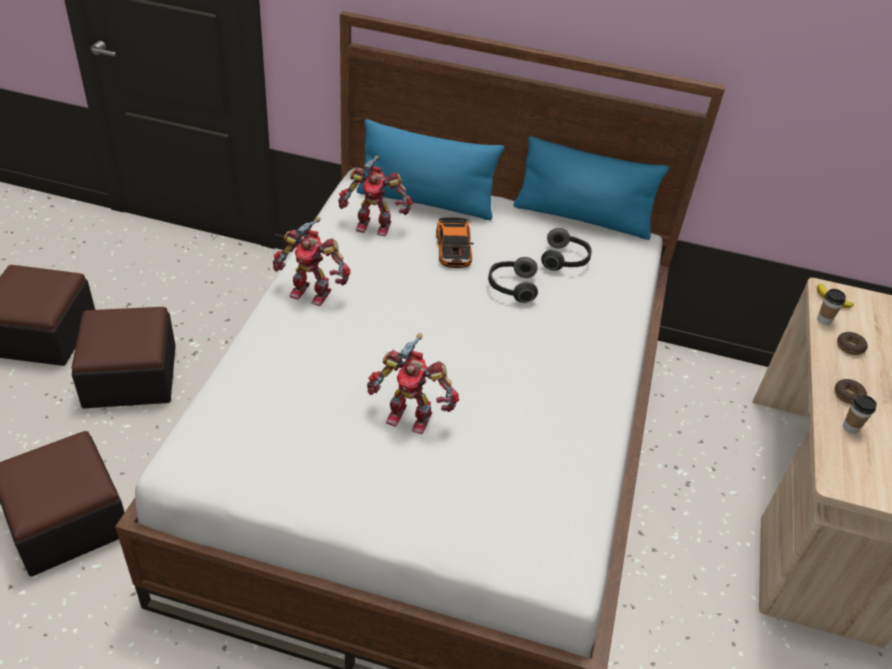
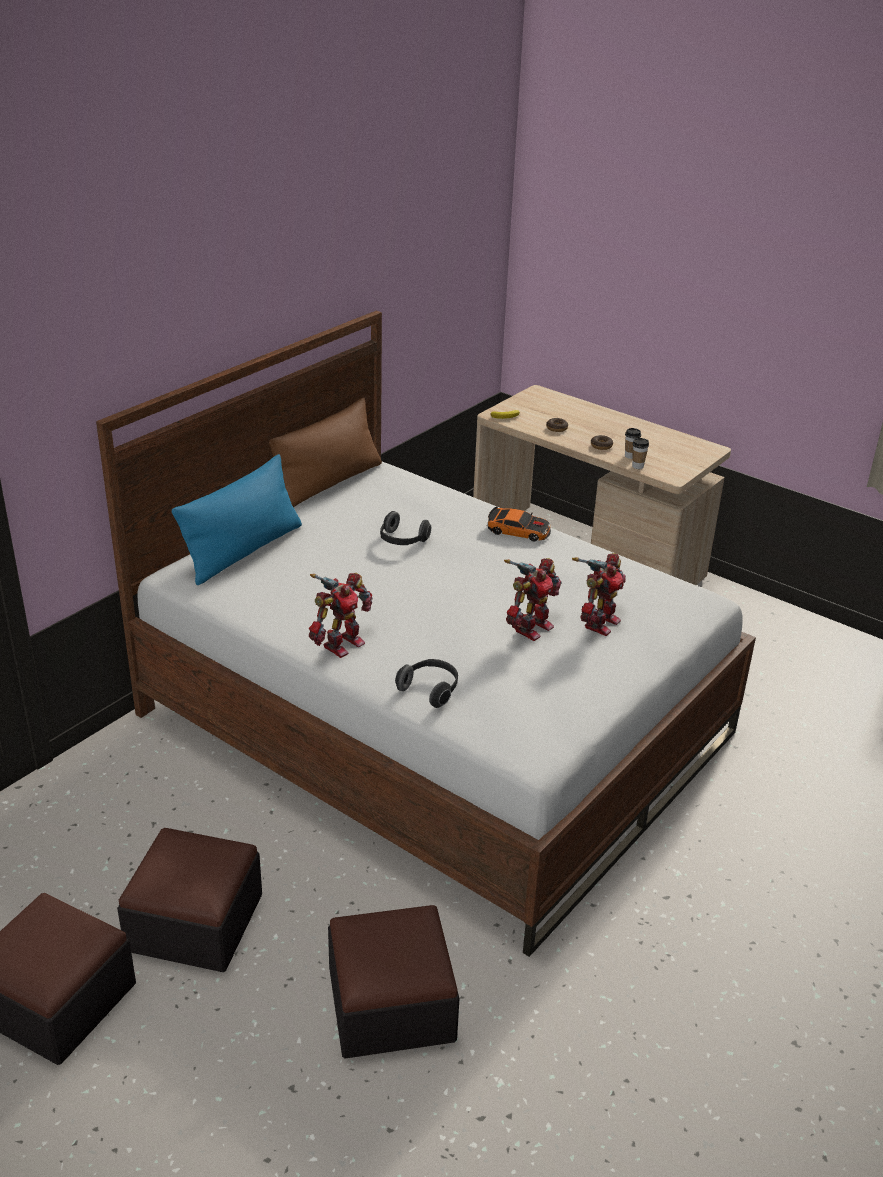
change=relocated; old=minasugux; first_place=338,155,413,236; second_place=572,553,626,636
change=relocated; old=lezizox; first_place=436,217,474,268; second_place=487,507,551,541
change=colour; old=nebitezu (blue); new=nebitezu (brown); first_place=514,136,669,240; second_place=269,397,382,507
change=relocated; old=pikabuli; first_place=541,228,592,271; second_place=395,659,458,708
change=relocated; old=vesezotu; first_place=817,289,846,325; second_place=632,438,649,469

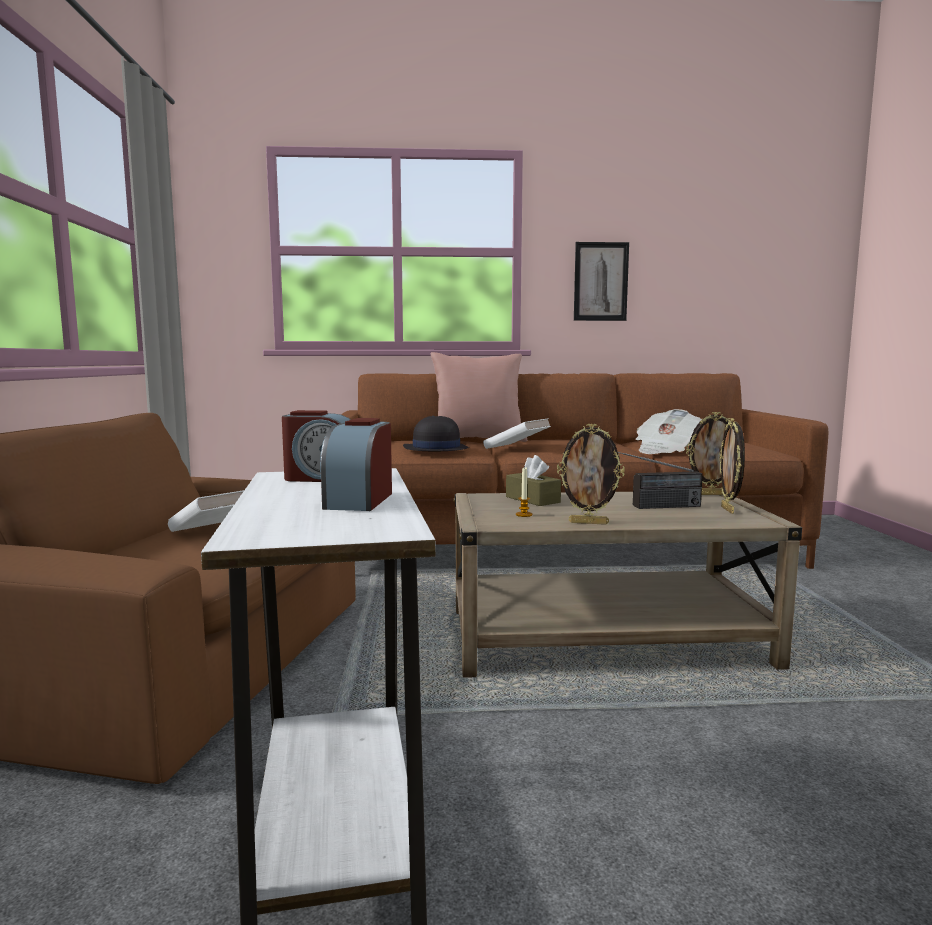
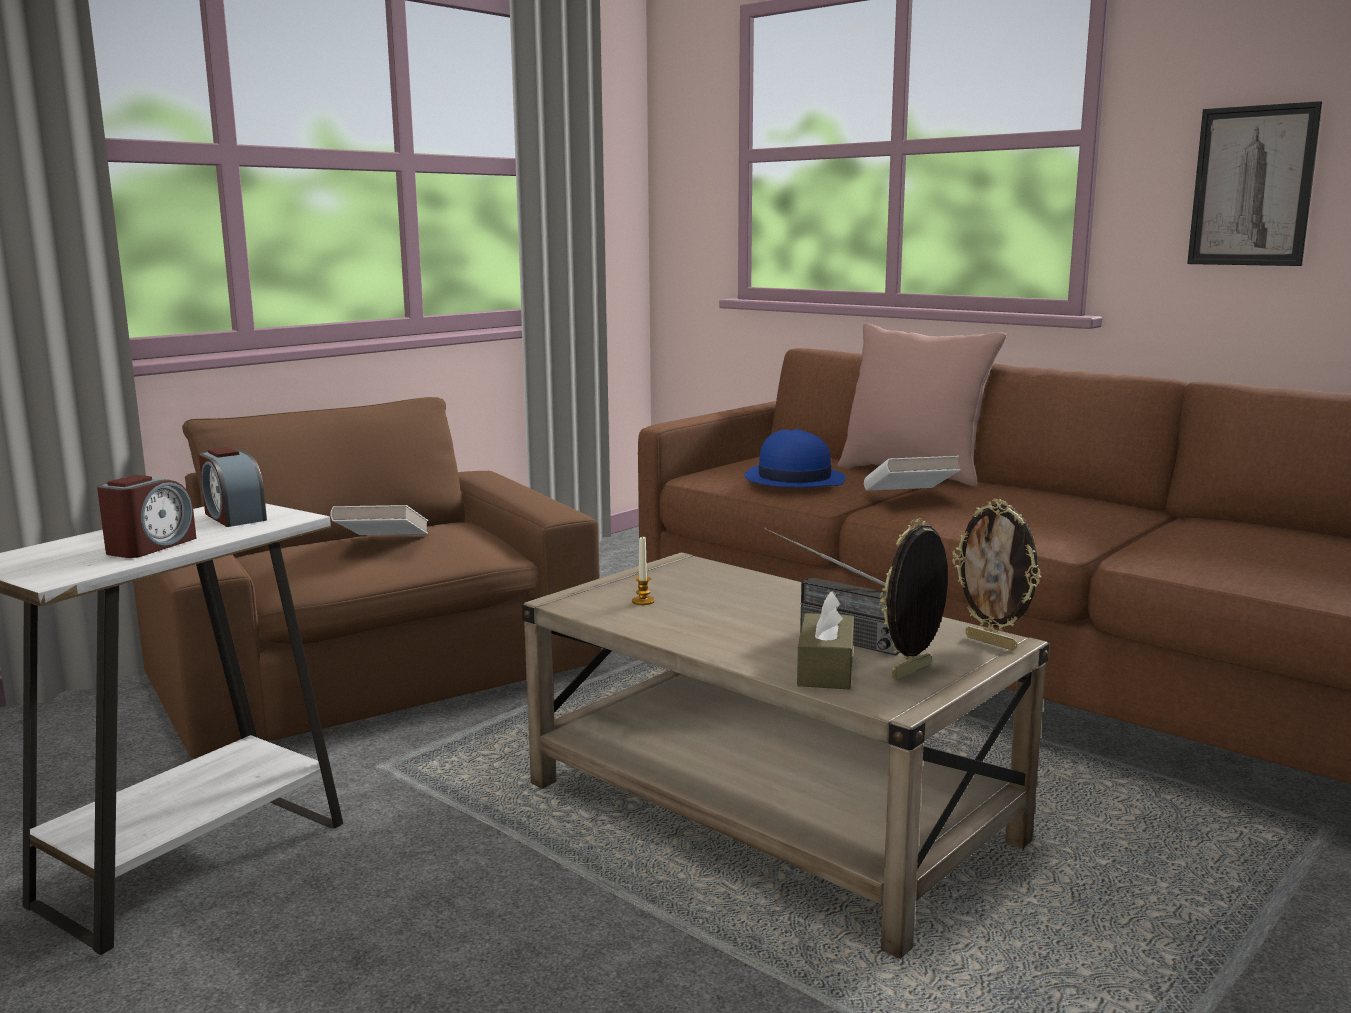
change=spun; old=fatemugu; first_place=320,418,392,511; second_place=97,475,197,558; degrees=150
change=colour; old=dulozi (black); new=dulozi (blue); first_place=403,416,470,451; second_place=744,429,846,488
change=relocated; old=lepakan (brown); first_place=506,455,561,506; second_place=797,591,854,689
change=missing; old=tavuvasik; first_place=557,424,625,525
change=missing; old=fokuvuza; first_place=636,409,702,454

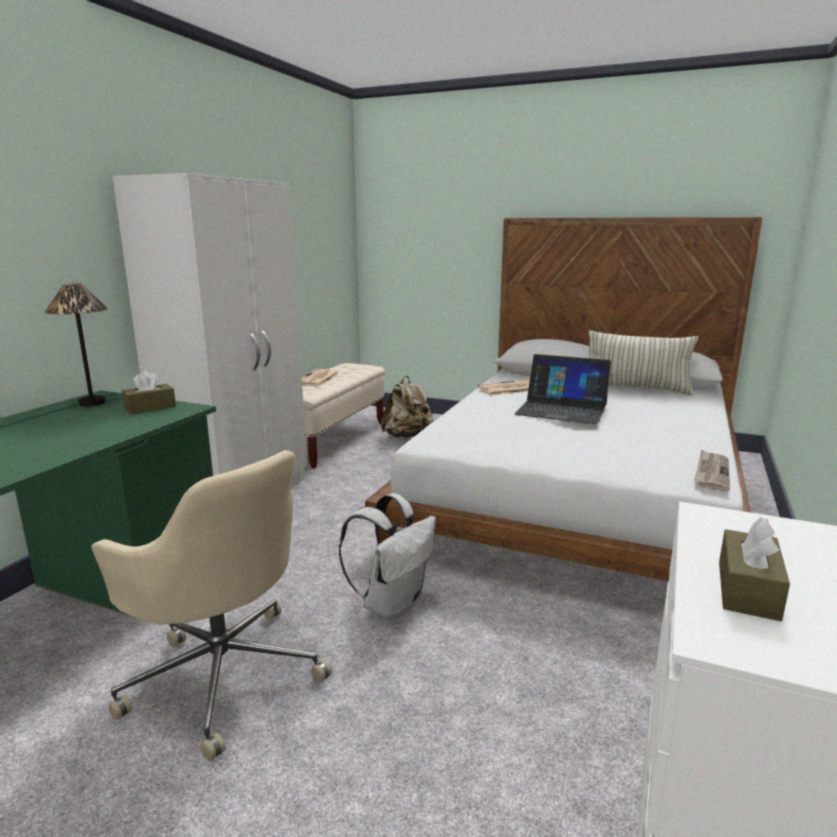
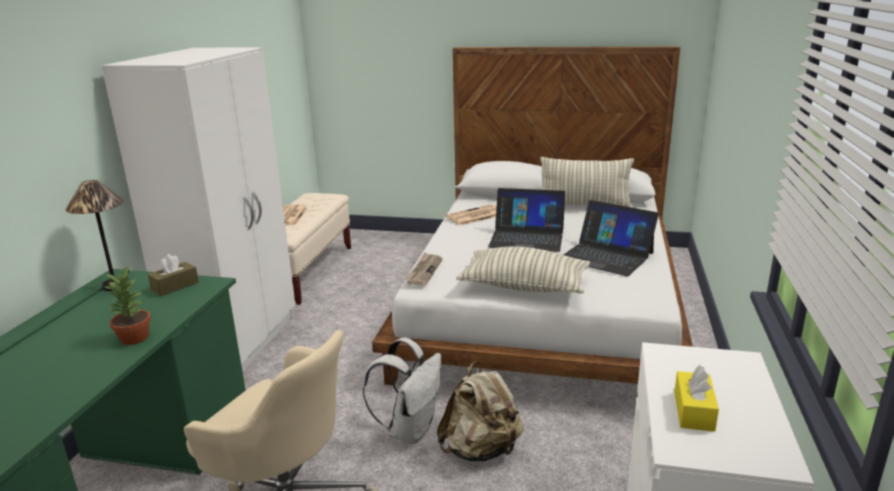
change=relocated; old=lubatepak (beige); first_place=381,376,434,438; second_place=437,361,524,461
change=relocated; old=fokuvuza; first_place=694,449,730,491; second_place=404,253,443,286
change=colour; old=lepakan (brown); new=lepakan (yellow); first_place=719,517,790,621; second_place=674,365,719,432
change=appeared; new=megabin; second_place=104,265,151,345
change=appeared; new=nebitezu; second_place=456,246,590,294
change=appeared; new=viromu; second_place=564,200,659,276

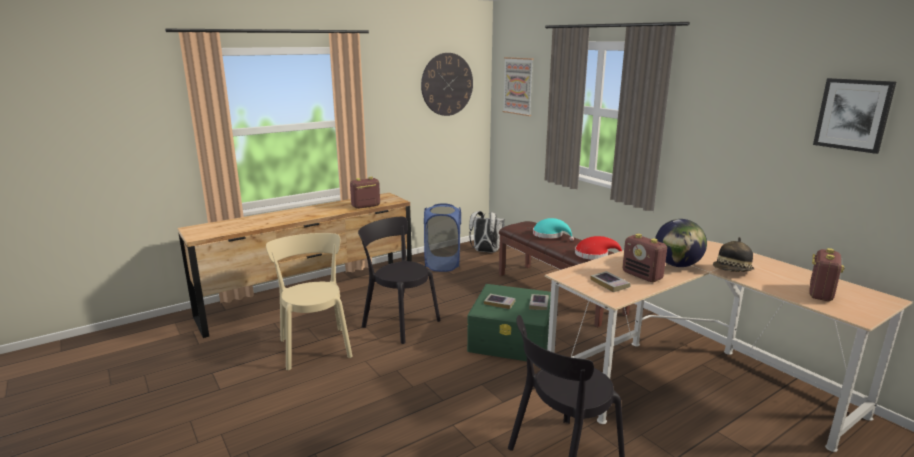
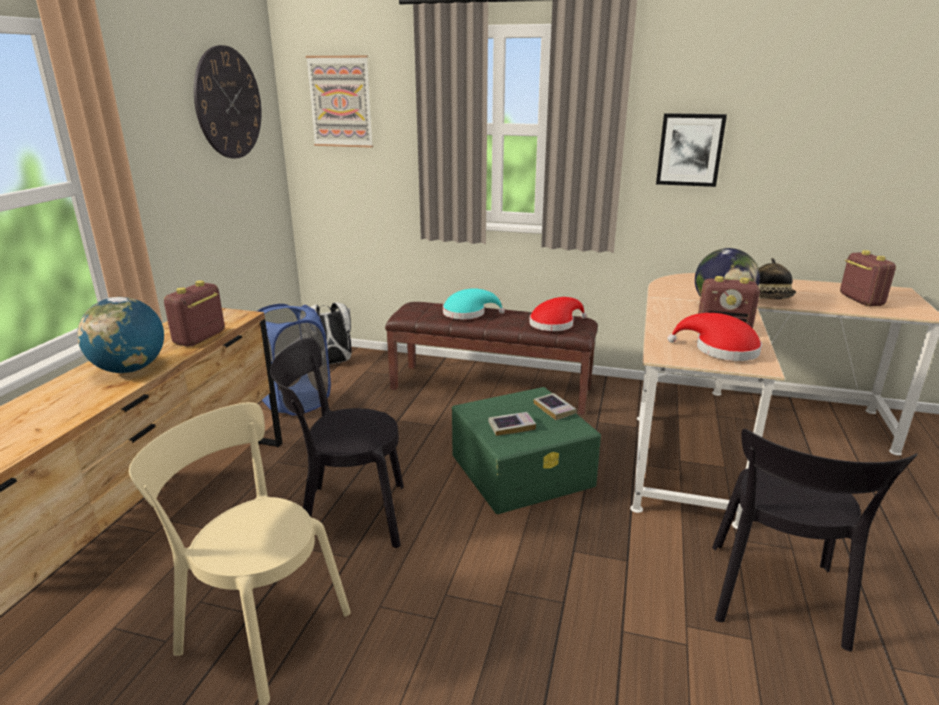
change=exchanged; old=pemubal; new=dulozi (red); first_place=591,271,631,292; second_place=667,313,762,361
change=relocated; old=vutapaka; first_place=813,78,896,154; second_place=656,113,727,187
change=appeared; new=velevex; second_place=77,297,164,373

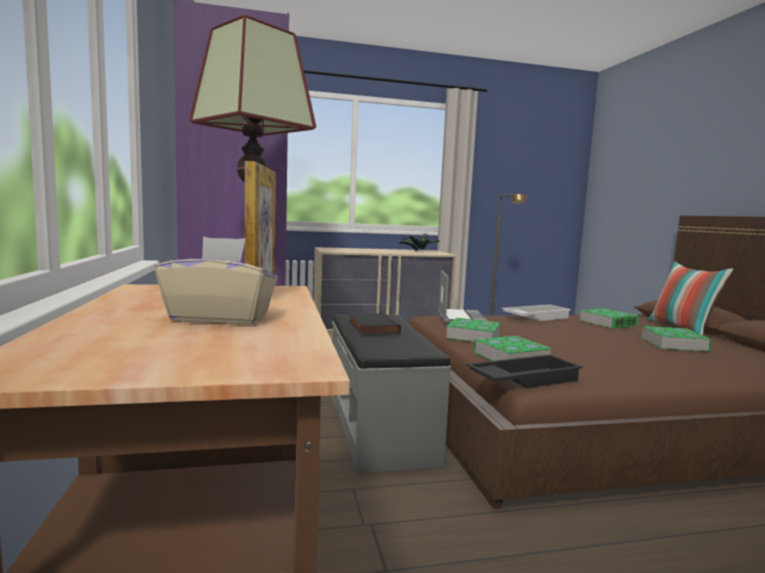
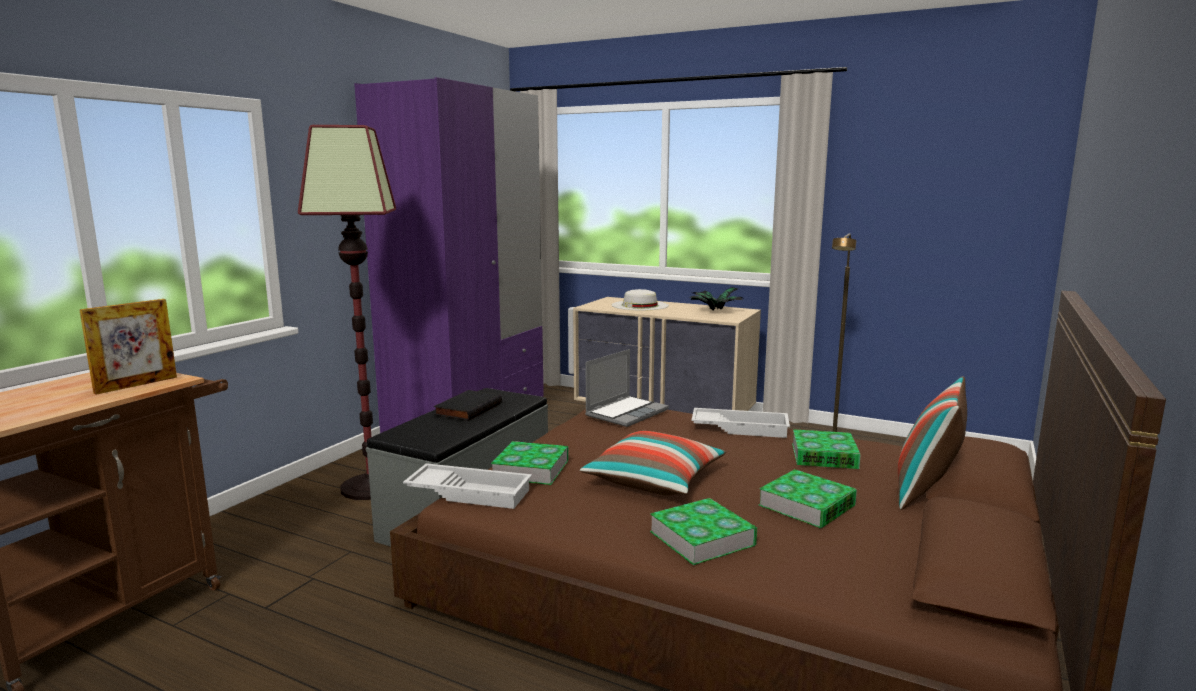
change=missing; old=lepakan (beige); first_place=155,237,278,324
change=relocated; old=pemubal; first_place=446,318,501,342; second_place=650,498,757,565
change=colour; old=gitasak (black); new=gitasak (white); first_place=466,355,583,388; second_place=403,463,532,509
change=appeared; new=nebitezu; second_place=580,431,726,495
change=appeared; new=dulozi (white); second_place=612,289,669,311

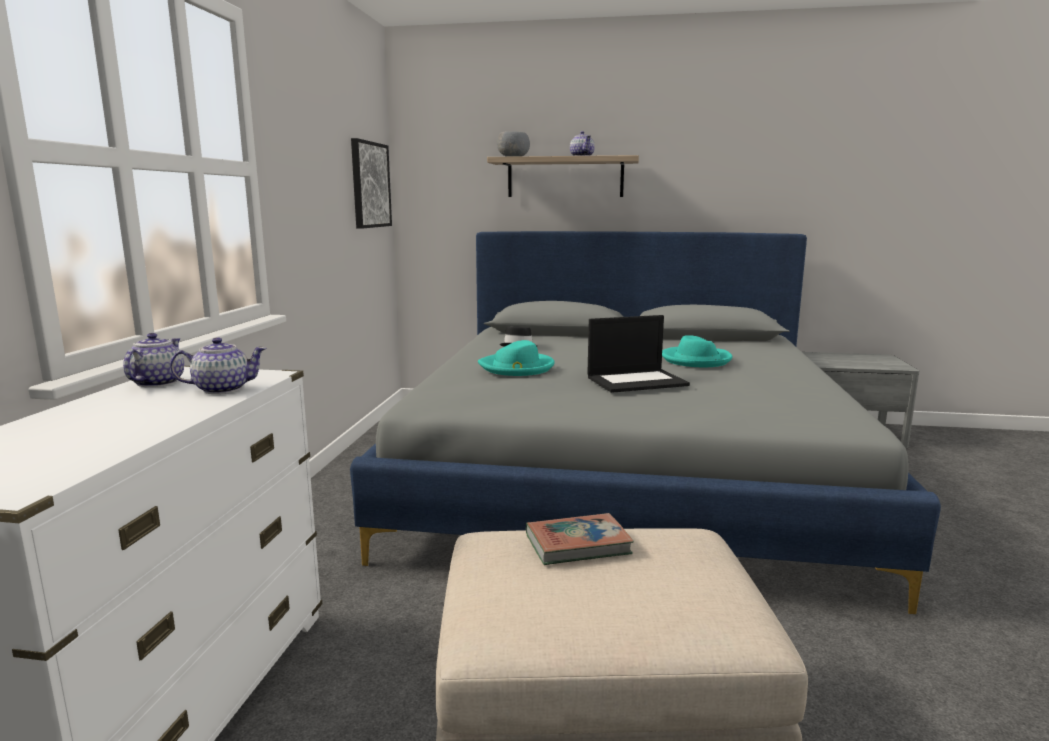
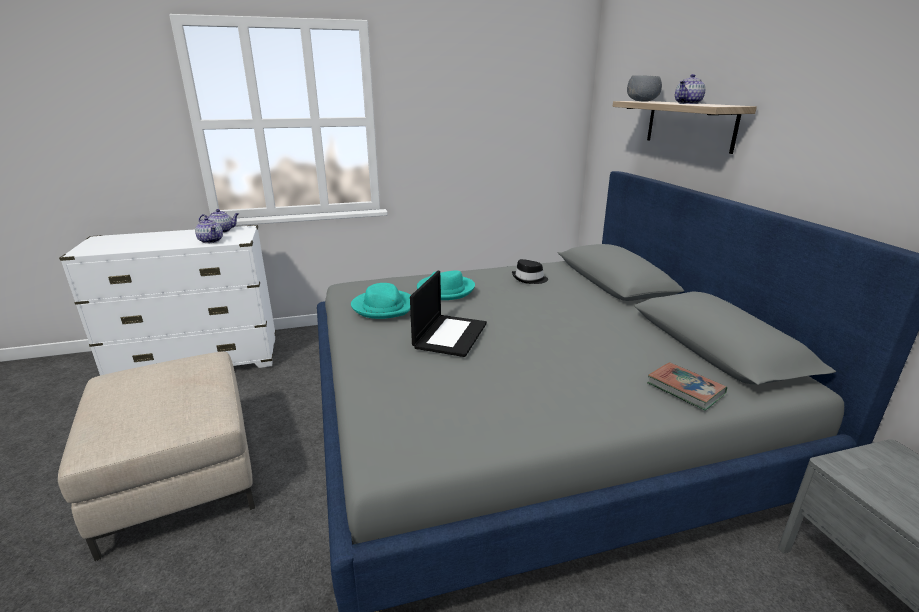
change=missing; old=vutapaka; first_place=351,138,392,229
change=relocated; old=pemubal; first_place=526,513,634,565; second_place=647,362,727,411
change=spun; old=viromu; first_place=587,315,690,393; second_place=410,271,487,357; degrees=-120
change=relocated; old=dulozi (turquoise); first_place=662,335,732,367; second_place=351,283,411,319

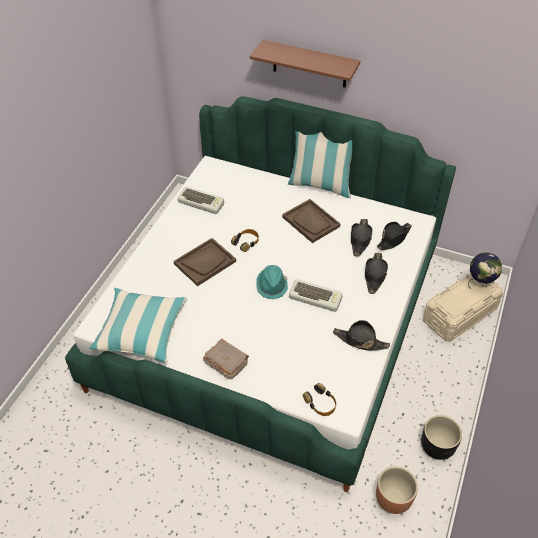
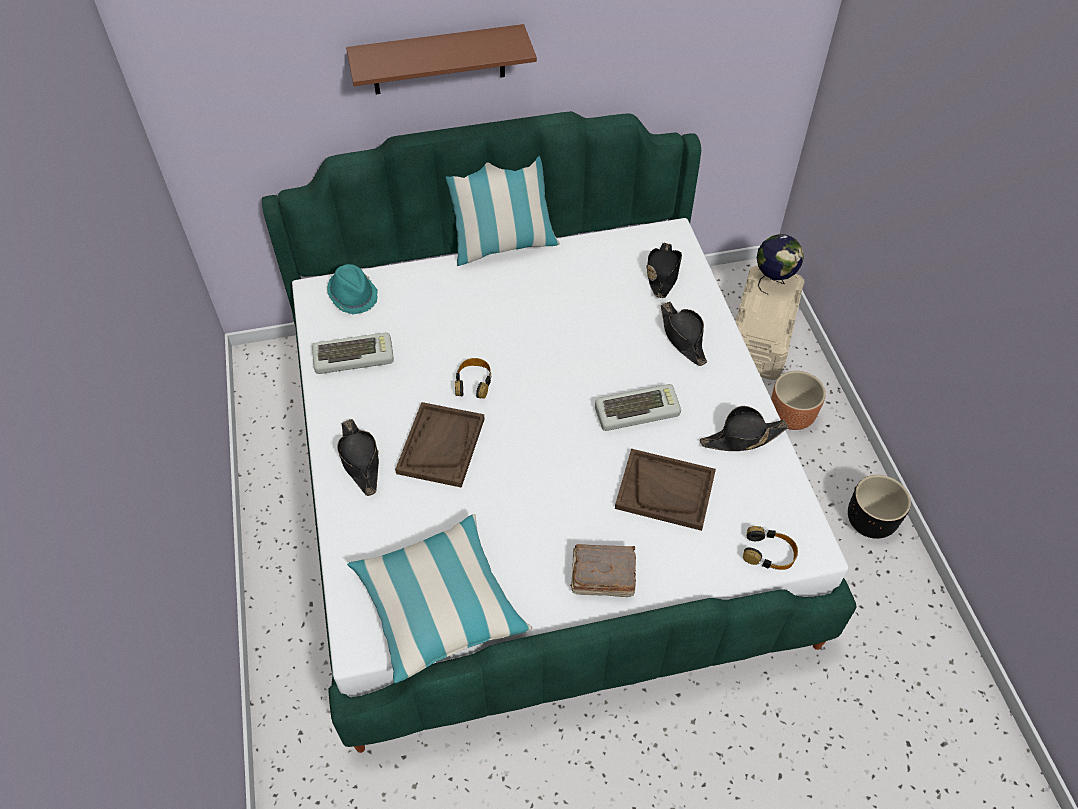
change=relocated; old=dulozi (turquoise); first_place=256,265,288,299; second_place=327,264,378,314
change=relocated; old=gitasak (brown); first_place=282,199,340,243; second_place=615,449,716,531
change=relocated; old=dulozi (black); first_place=351,219,373,257; second_place=337,419,379,496
change=relocated; old=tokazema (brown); first_place=376,466,418,514; second_place=771,371,826,430

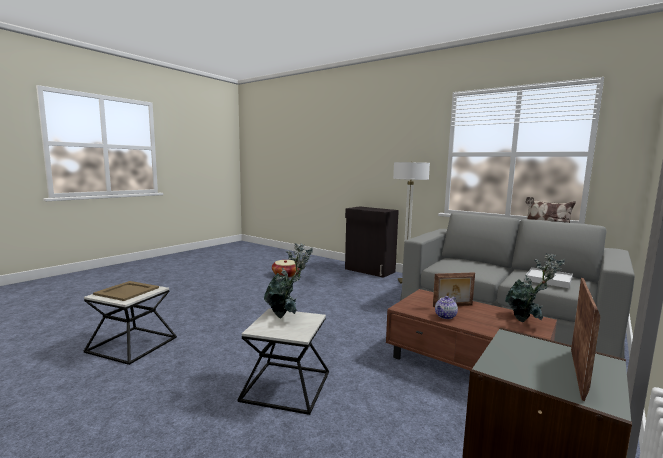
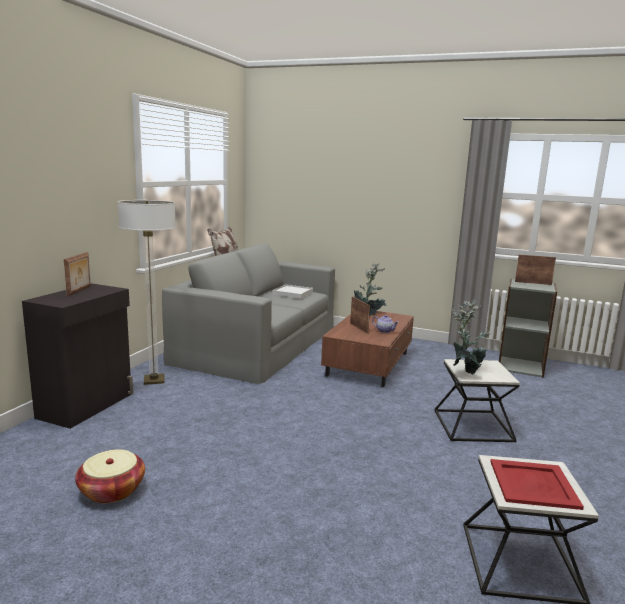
change=colour; old=gitasak (beige); new=gitasak (red); first_place=93,281,159,301; second_place=491,459,584,510
change=appeared; new=tavuvasik; second_place=64,252,91,296

